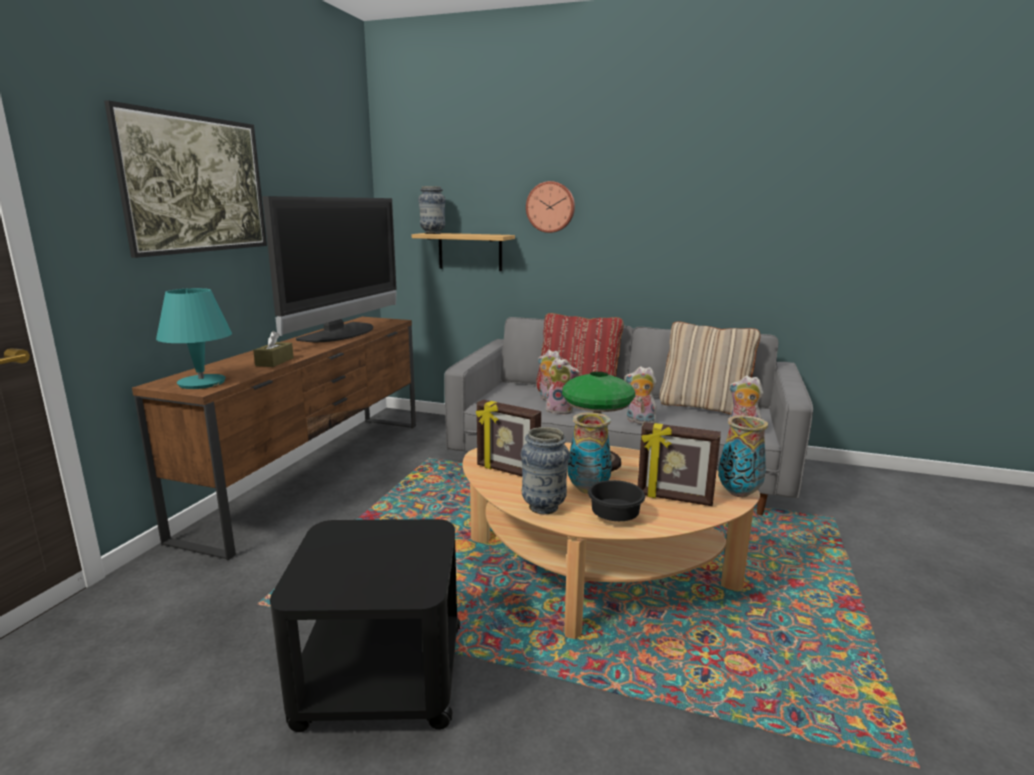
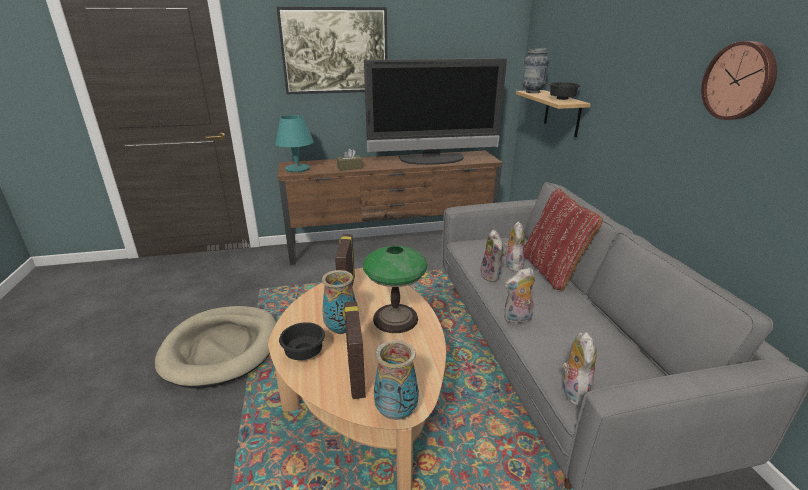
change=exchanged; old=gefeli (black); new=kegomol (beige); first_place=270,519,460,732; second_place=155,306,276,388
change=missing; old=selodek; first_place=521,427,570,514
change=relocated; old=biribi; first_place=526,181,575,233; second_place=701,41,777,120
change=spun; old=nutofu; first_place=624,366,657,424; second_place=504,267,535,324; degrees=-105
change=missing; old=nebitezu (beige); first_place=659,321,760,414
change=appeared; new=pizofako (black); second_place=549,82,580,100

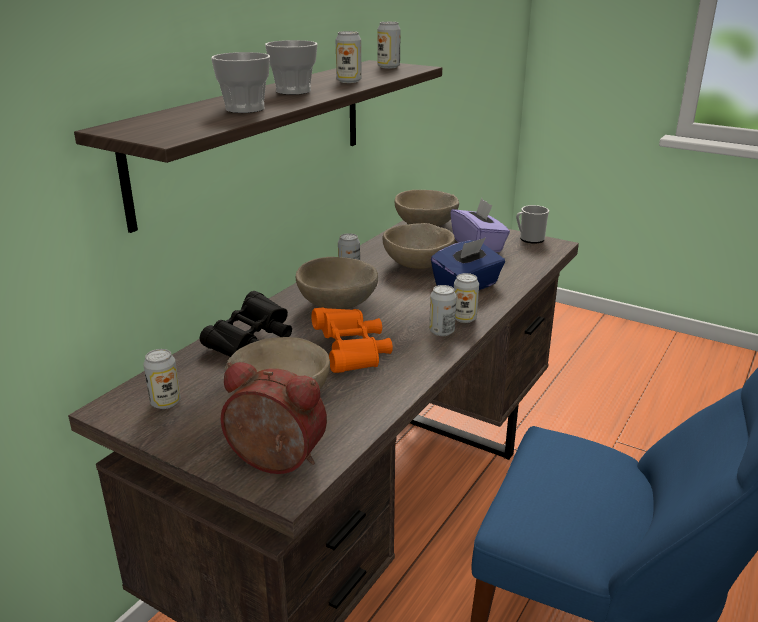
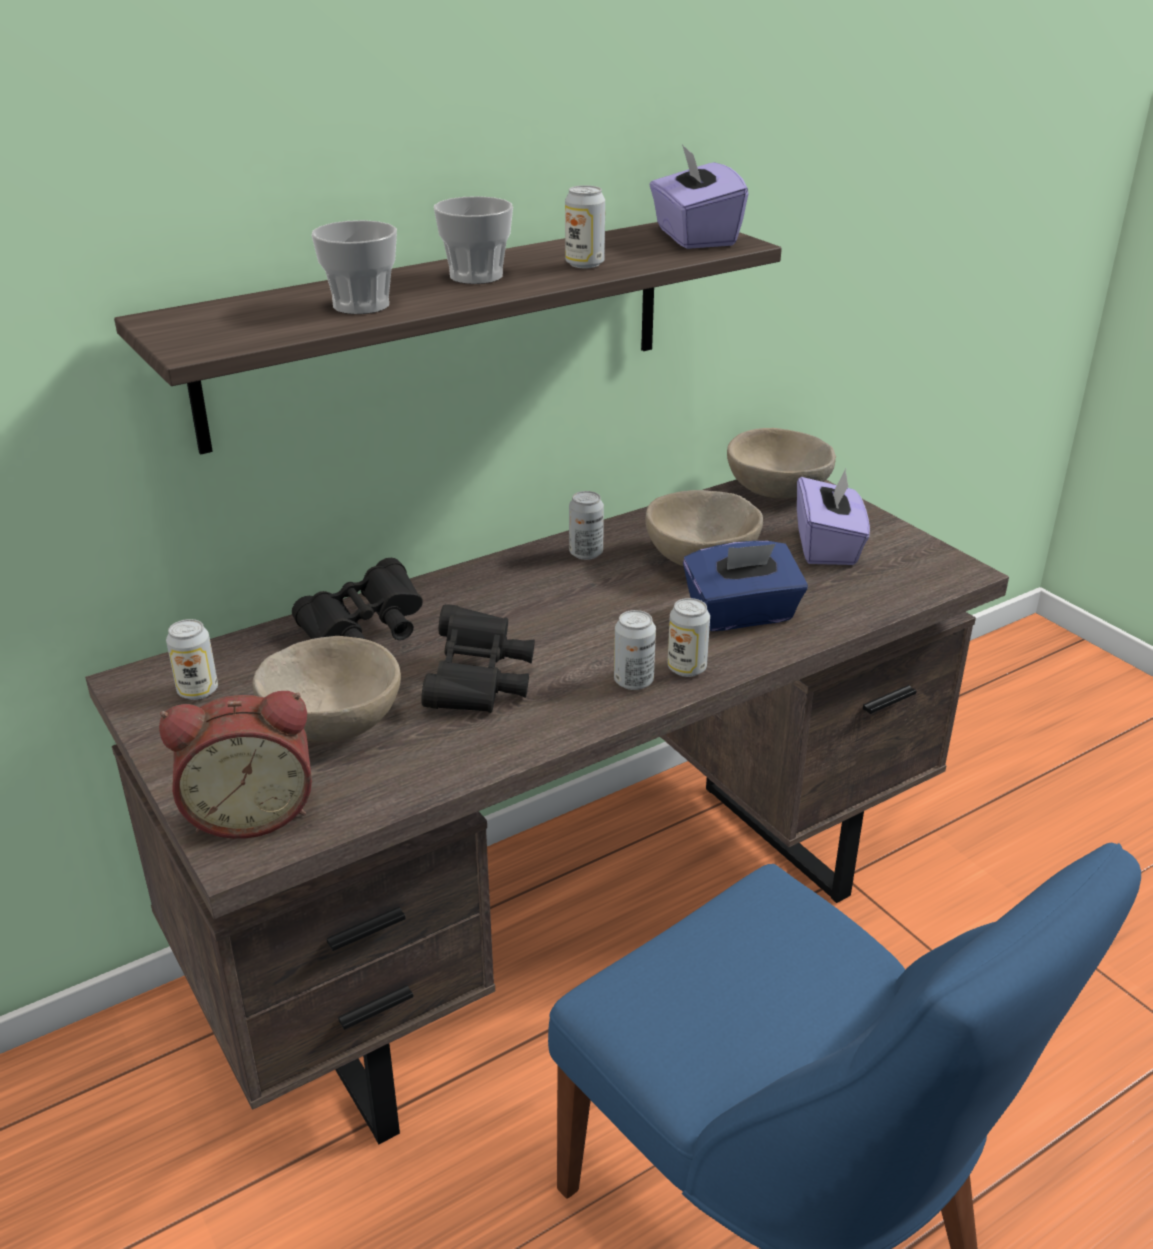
change=spun; old=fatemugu; first_place=220,362,327,474; second_place=159,691,312,839; degrees=120
change=missing; old=pizofako (beige); first_place=296,257,378,309
change=colour; old=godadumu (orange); new=godadumu (black); first_place=311,307,393,373; second_place=421,604,535,713
change=exchanged; old=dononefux; new=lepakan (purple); first_place=377,22,401,69; second_place=650,144,748,249
change=missing; old=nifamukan; first_place=516,205,549,244

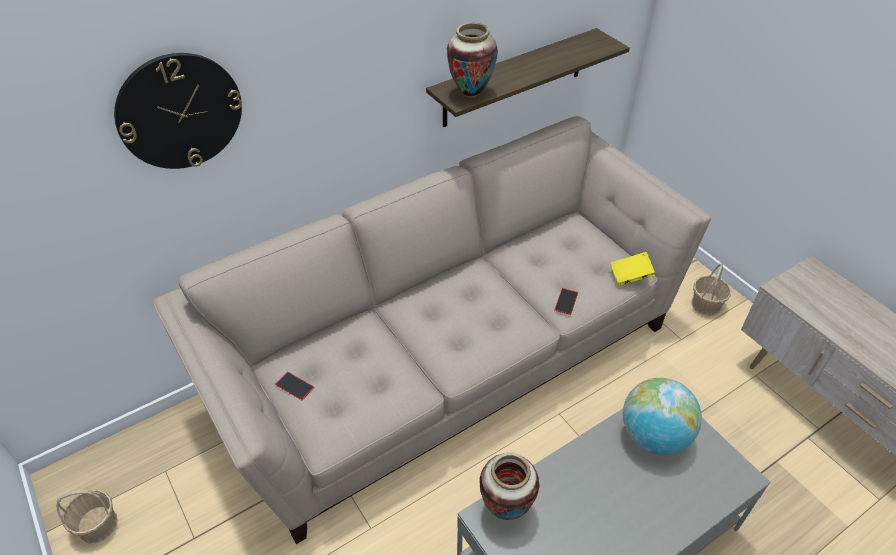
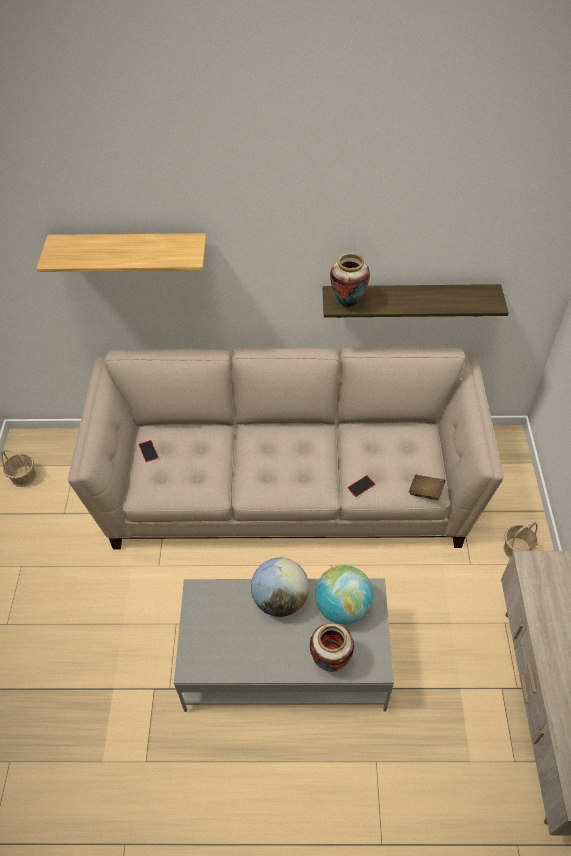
change=exchanged; old=biribi; new=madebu; first_place=114,53,242,169; second_place=36,233,206,272
change=relocated; old=selodek; first_place=479,453,540,520; second_place=309,623,354,672
change=colour; old=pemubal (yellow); new=pemubal (brown); first_place=611,252,655,286; second_place=409,475,445,500
change=appeared; new=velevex; second_place=251,558,309,617

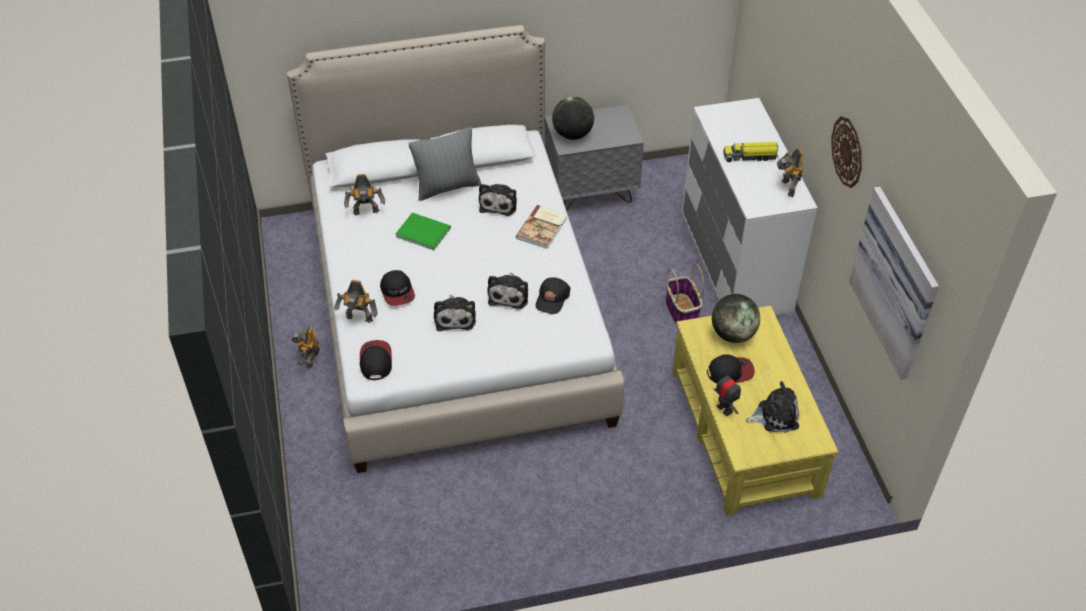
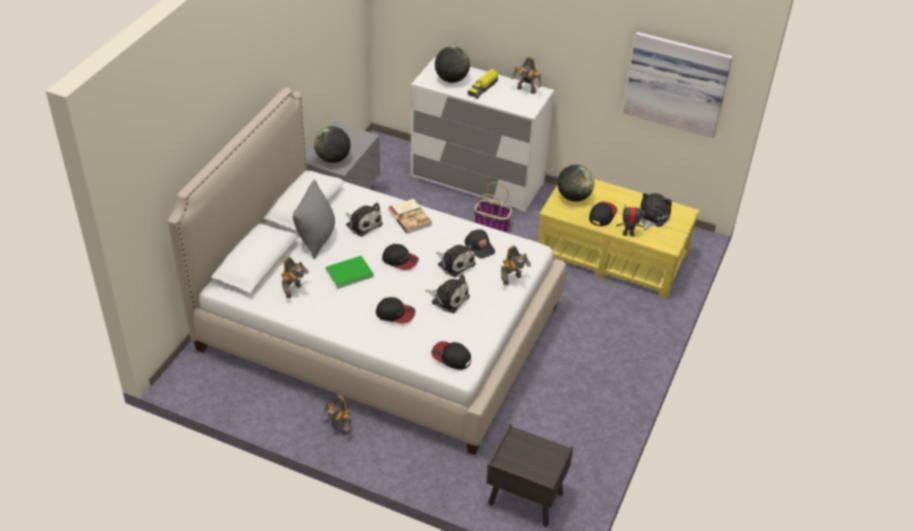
change=relocated; old=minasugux; first_place=334,280,378,323; second_place=501,245,531,285
change=missing; old=biribi; first_place=831,116,862,188
change=appeared; new=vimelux; second_place=382,244,419,270
change=appeared; new=velevex; second_place=435,46,470,83
change=appeared; new=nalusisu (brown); second_place=486,424,573,527

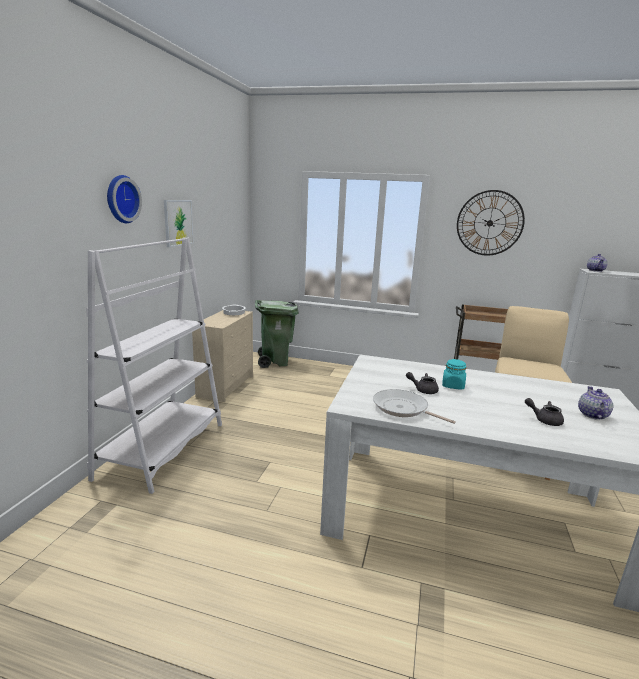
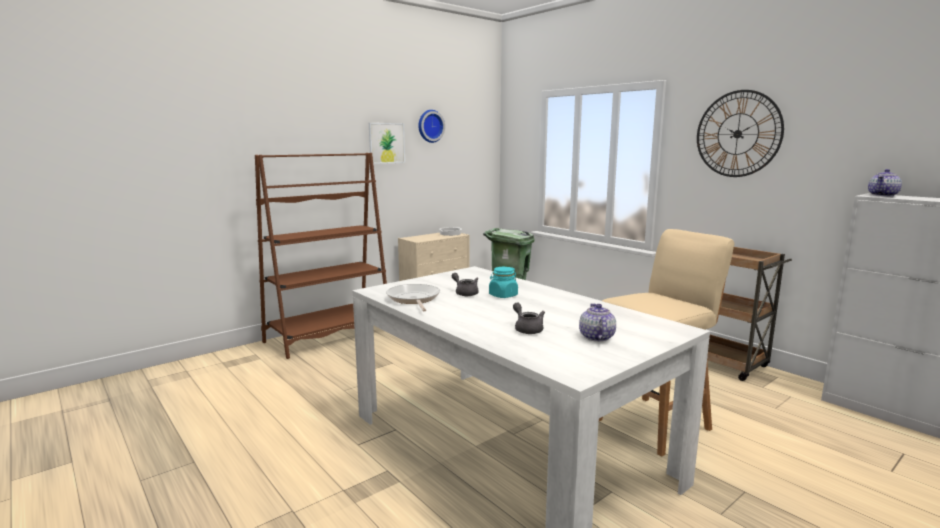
change=colour; old=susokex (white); new=susokex (brown); first_place=87,237,222,494; second_place=255,153,387,359
change=relocated; old=biribi; first_place=107,175,142,223; second_place=418,110,445,143
change=spun; old=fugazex; first_place=578,386,613,420; second_place=579,303,616,342; degrees=-45

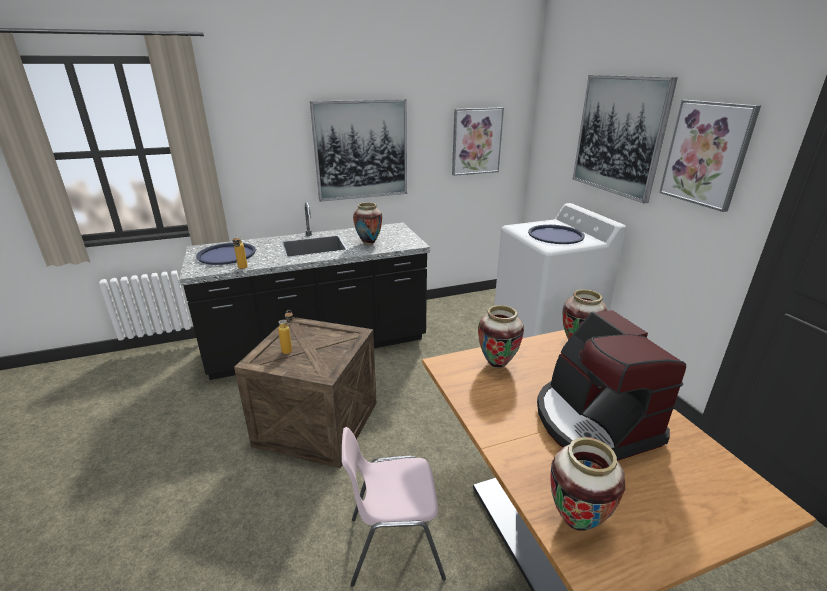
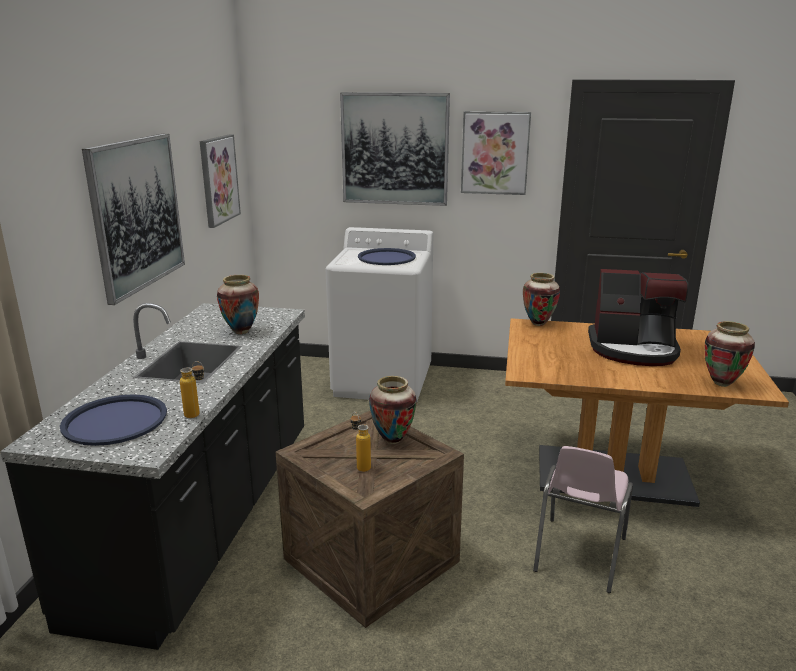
change=relocated; old=selodek; first_place=478,305,524,369; second_place=369,376,417,444

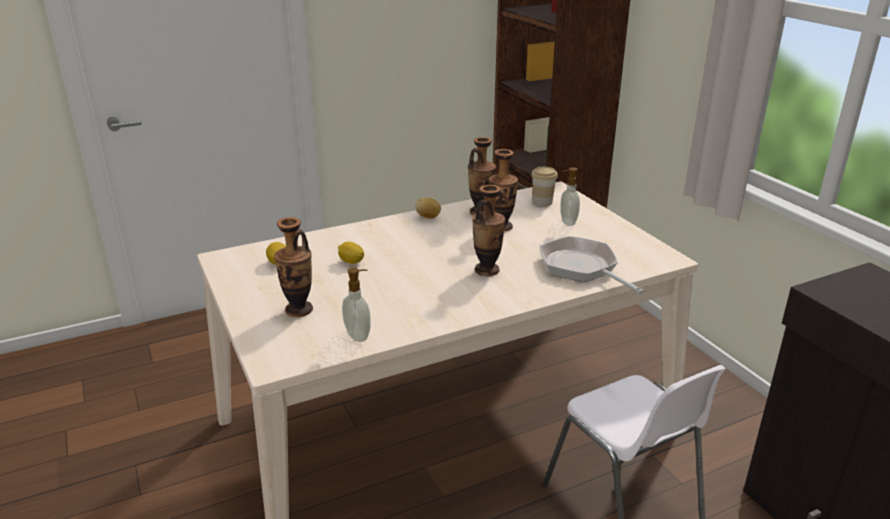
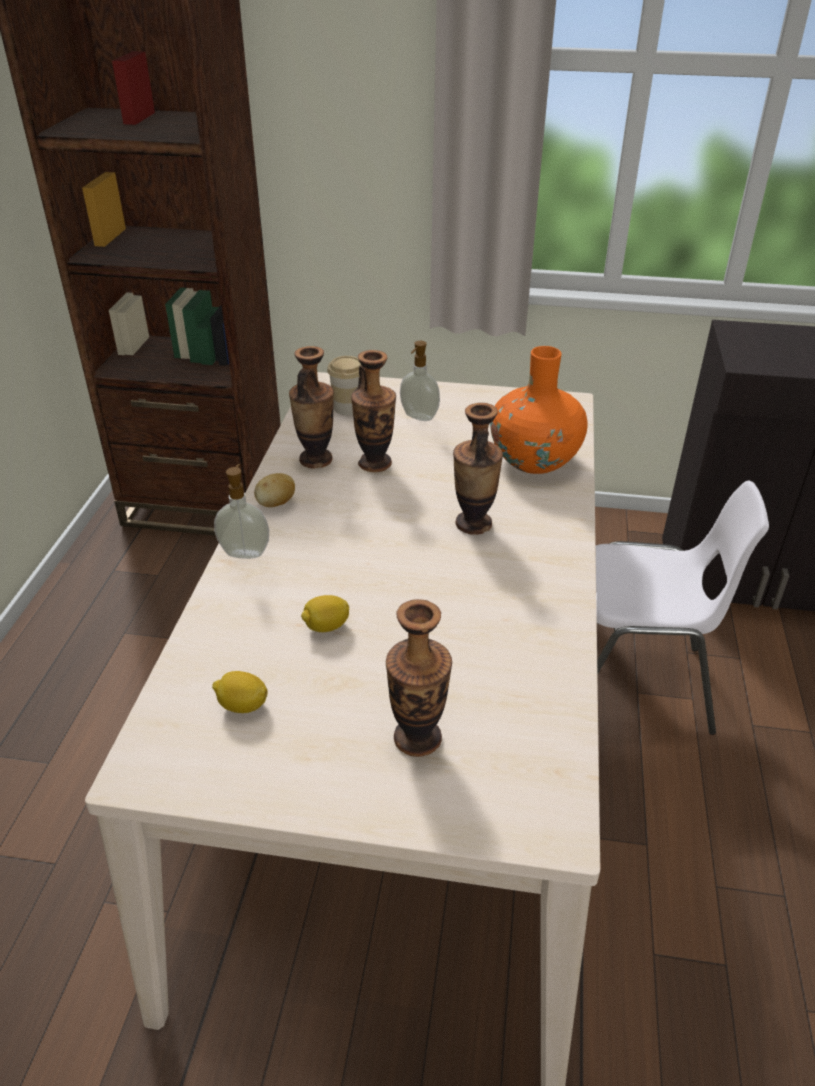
change=relocated; old=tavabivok; first_place=342,268,371,342; second_place=214,464,269,559
change=exchanged; old=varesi; new=selodek (orange); first_place=539,236,644,294; second_place=490,346,588,474

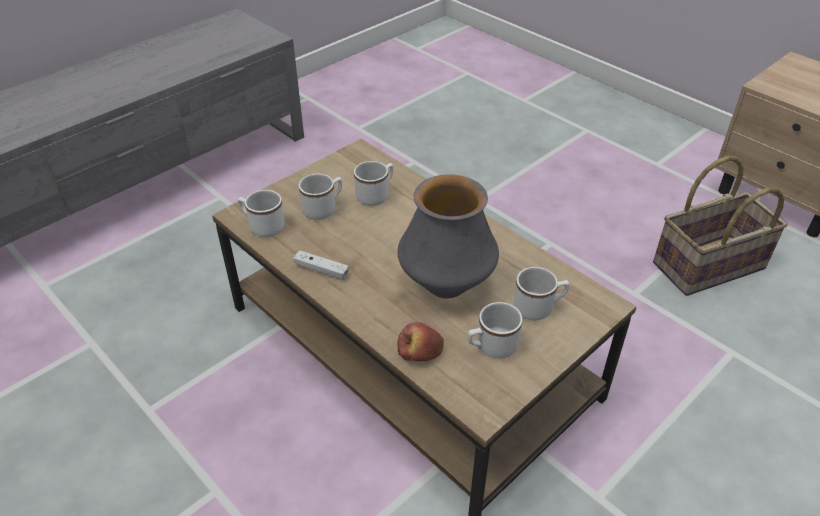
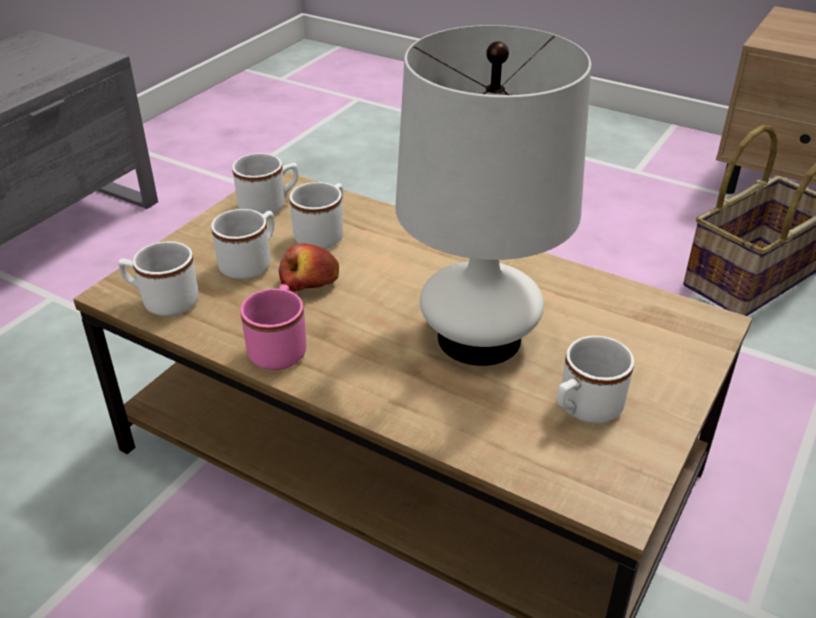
change=exchanged; old=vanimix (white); new=nifamukan (pink); first_place=293,250,349,280; second_place=240,284,306,370
change=relocated; old=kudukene; first_place=397,322,444,361; second_place=279,244,339,292
change=exchanged; old=selodek; new=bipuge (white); first_place=398,174,499,299; second_place=395,25,591,366
change=relocated; old=nifamukan (white); first_place=514,267,569,320; second_place=232,153,298,215

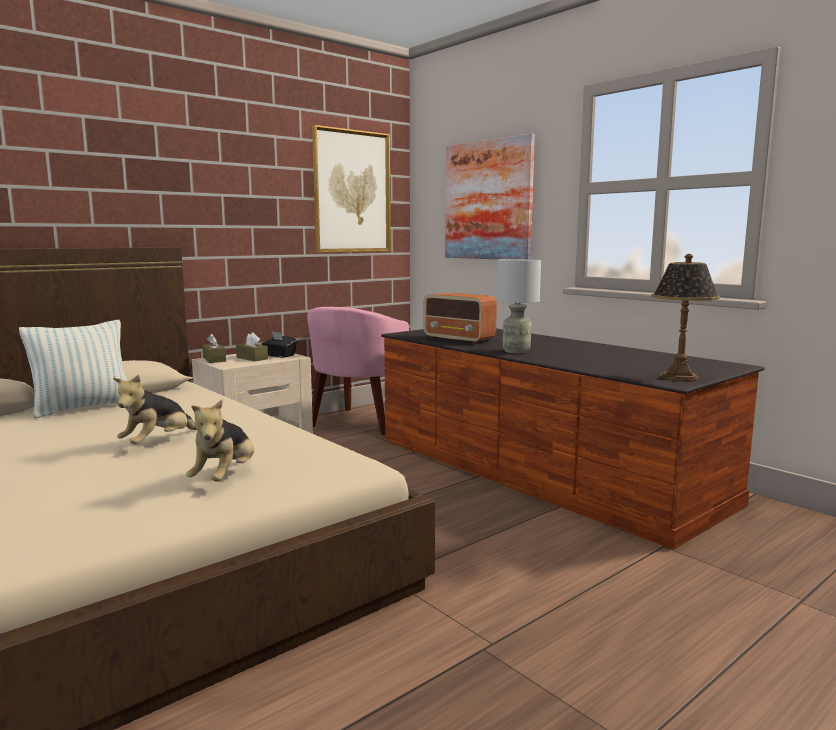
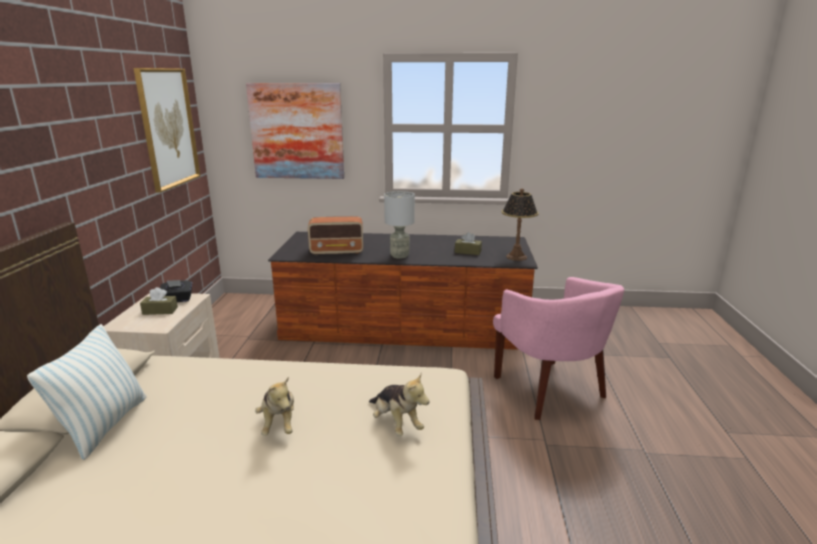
change=relocated; old=lepakan (brown); first_place=202,334,226,363; second_place=455,232,482,255
change=relocated; old=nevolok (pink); first_place=307,307,409,436; second_place=493,277,624,420

